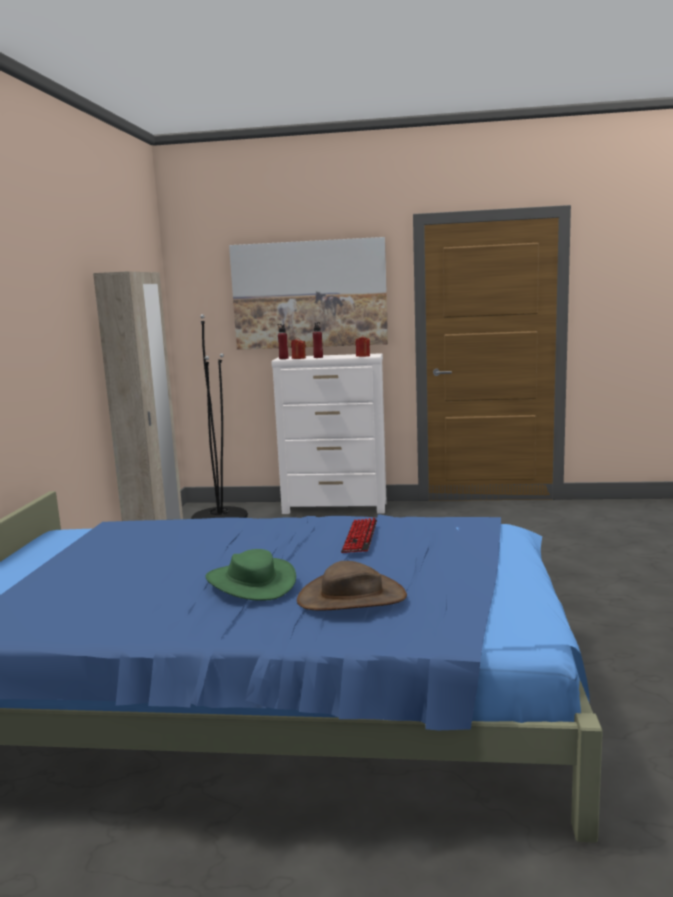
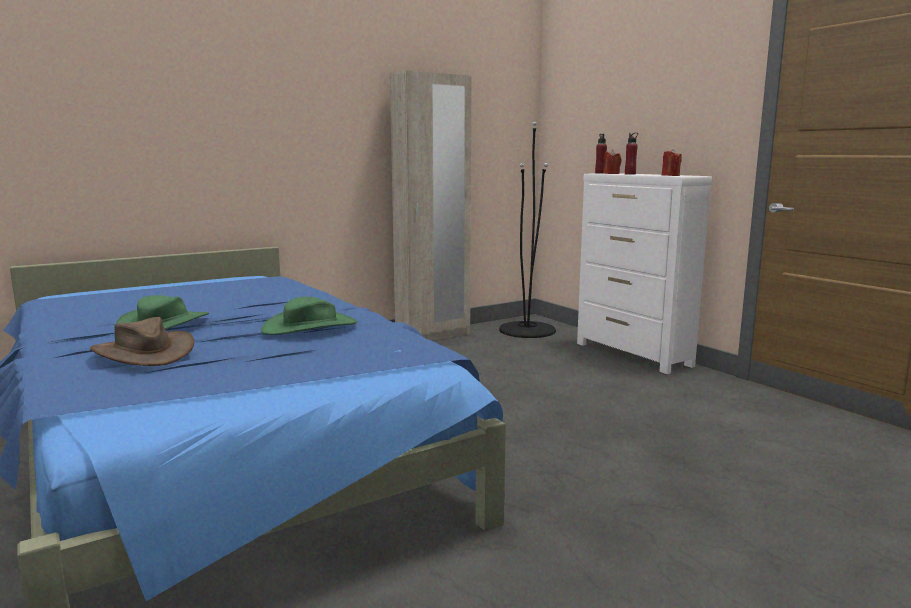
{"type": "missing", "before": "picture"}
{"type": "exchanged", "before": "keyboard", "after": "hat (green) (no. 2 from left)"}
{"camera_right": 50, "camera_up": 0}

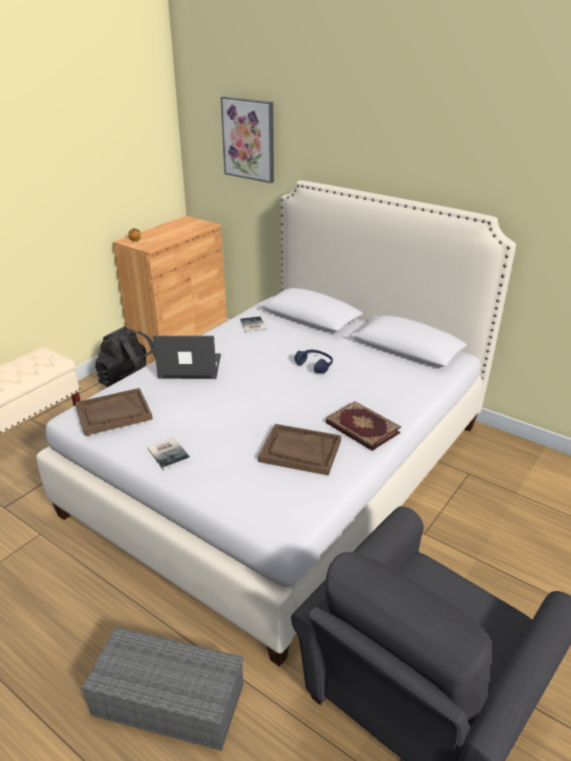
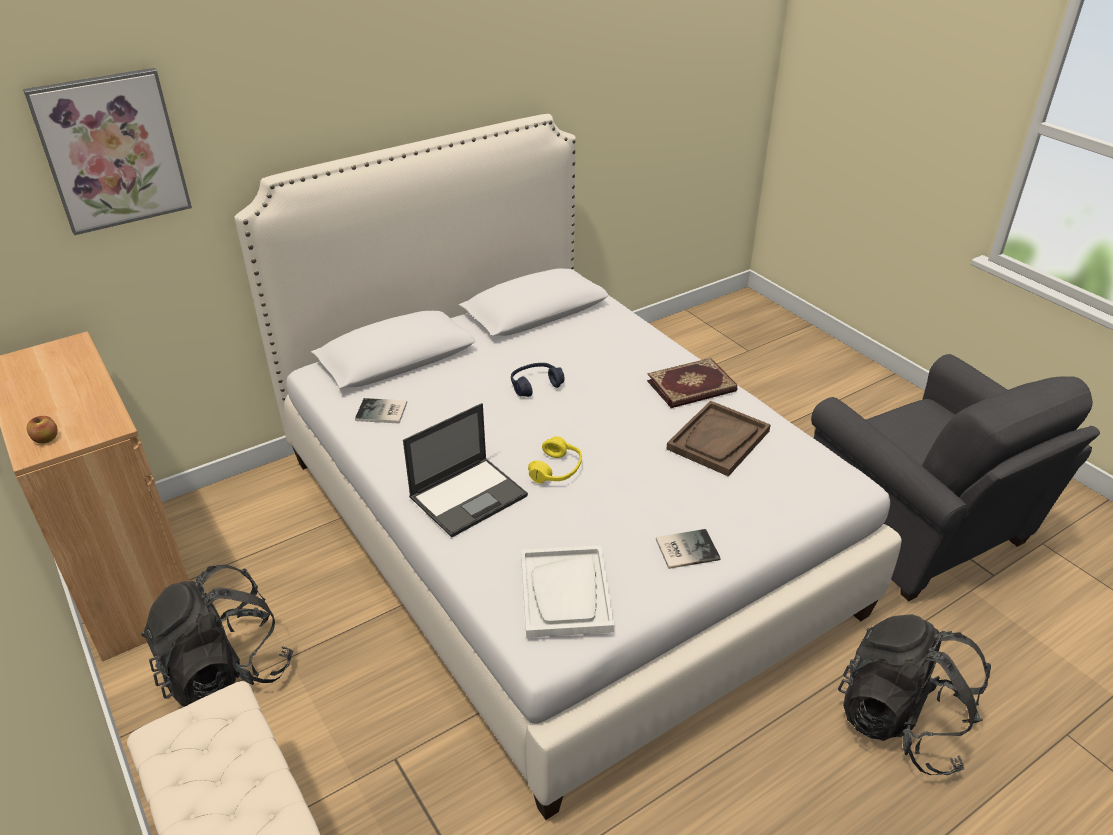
{"type": "appeared", "after": "headphones (yellow)"}
{"type": "exchanged", "before": "storage box (grey)", "after": "backpack (black) (no. 2 from left)"}
{"type": "colour", "before": "tray (brown) (no. 1 from left)", "after": "tray (white)"}
{"type": "spun", "before": "laptop", "turn": -150}
{"camera_right": -70, "camera_up": 5}

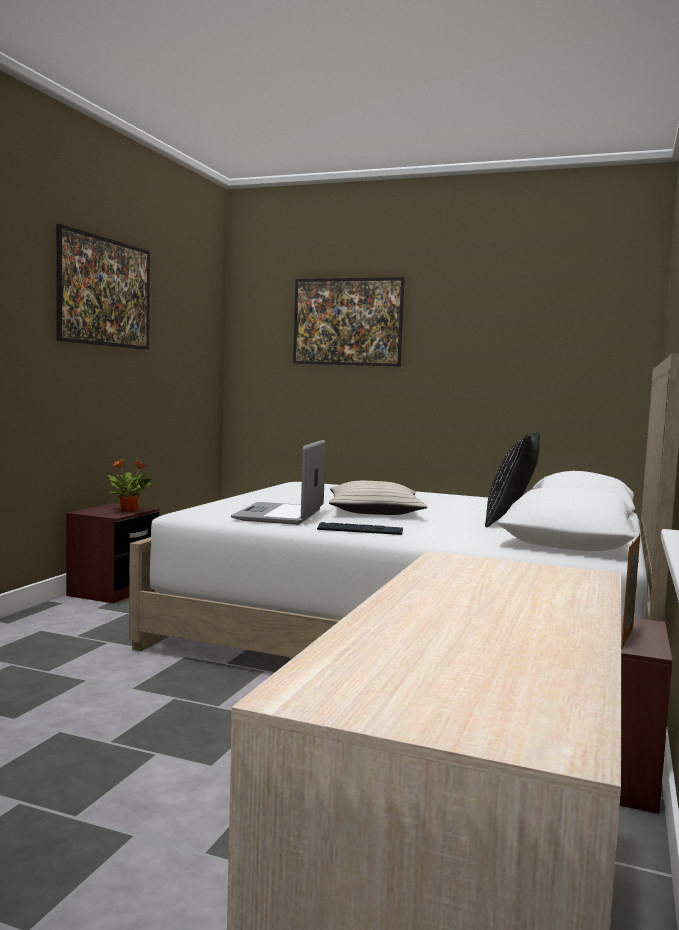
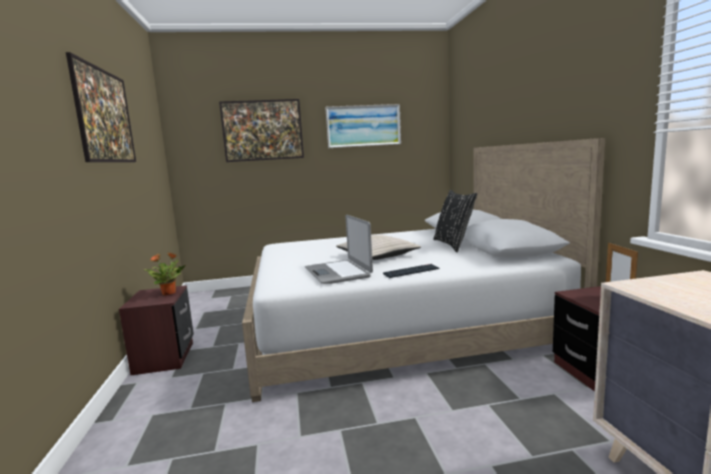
{"type": "appeared", "after": "picture (no. 3 from left)"}
{"camera_right": -30, "camera_up": 5}

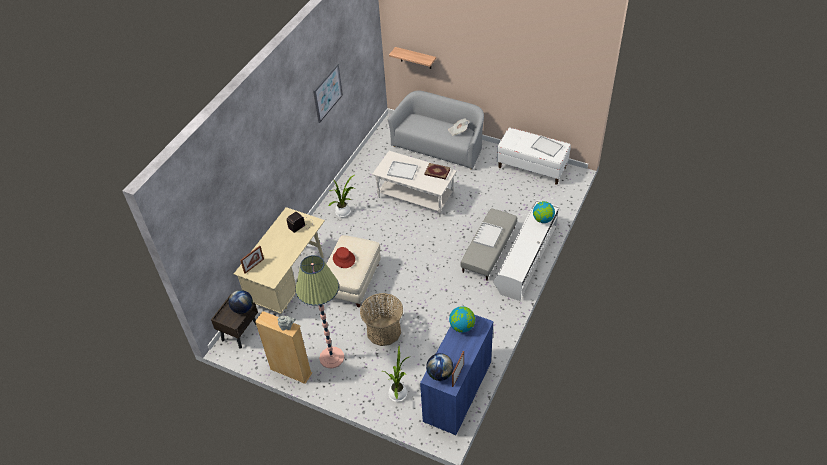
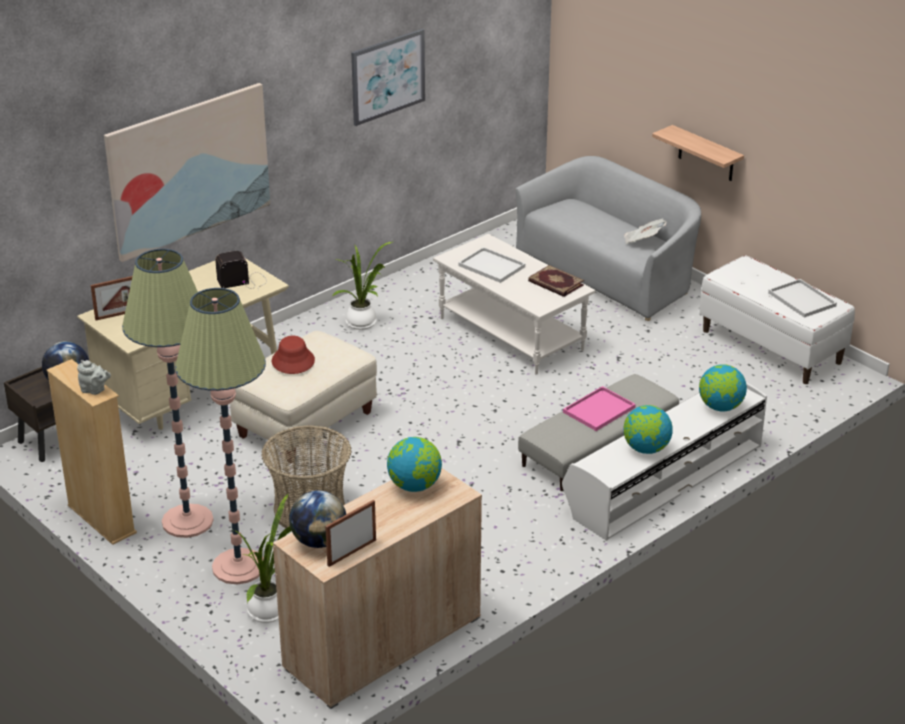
{"type": "appeared", "after": "picture (no. 1 from left)"}
{"type": "appeared", "after": "floor lamp (no. 2 from left)"}
{"type": "appeared", "after": "globe (no. 4 from left)"}
{"type": "relocated", "before": "shelf"}
{"type": "colour", "before": "cabinet (blue)", "after": "cabinet (beige)"}
{"type": "colour", "before": "tray (white) (no. 2 from left)", "after": "tray (pink)"}
{"camera_right": 20, "camera_up": -15}

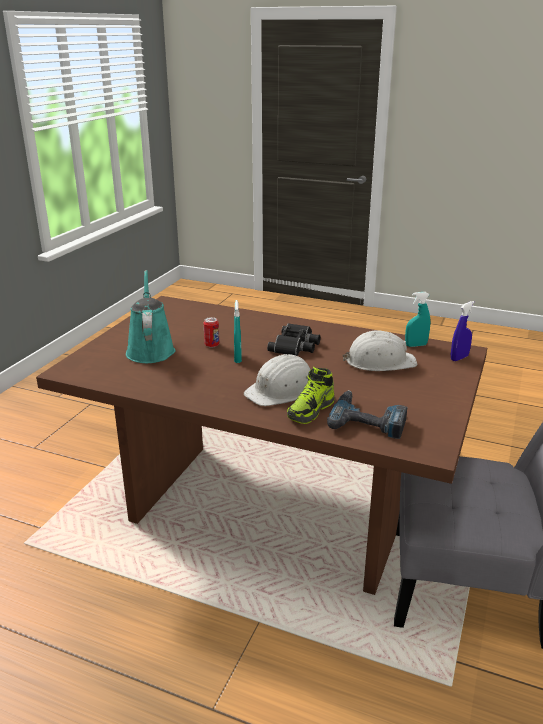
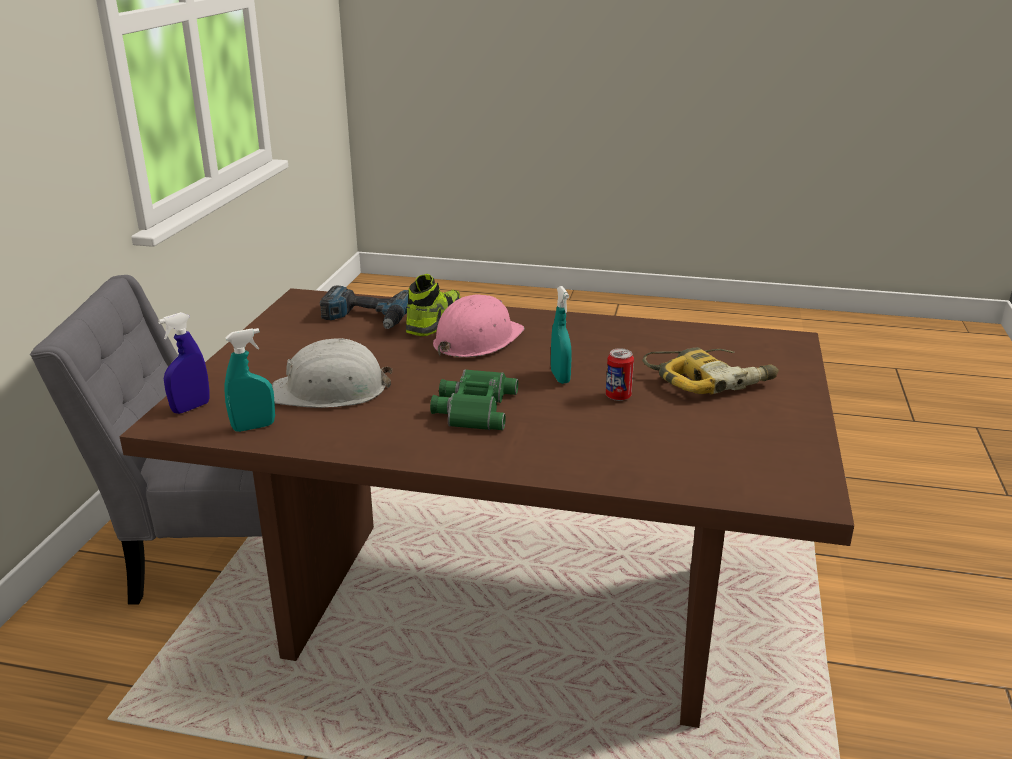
{"type": "exchanged", "before": "watering can (turquoise)", "after": "power drill (no. 2 from left)"}
{"type": "colour", "before": "hard hat (white) (no. 1 from left)", "after": "hard hat (pink)"}
{"type": "colour", "before": "binoculars (black)", "after": "binoculars (green)"}
{"camera_right": 170, "camera_up": 0}

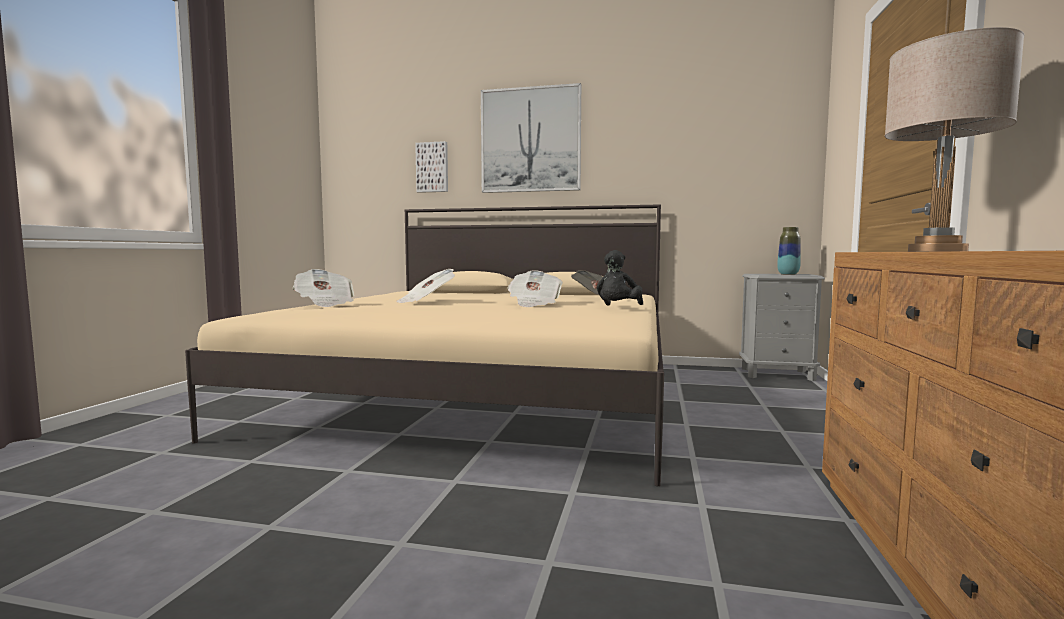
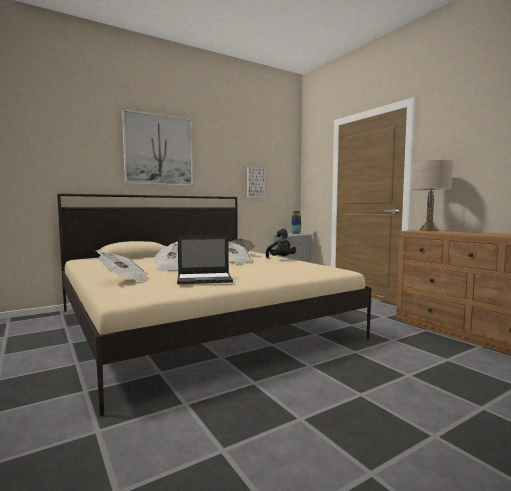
{"type": "appeared", "after": "laptop"}
{"type": "relocated", "before": "picture (no. 1 from left in the first image)", "after": "picture (no. 2 from left)"}
{"camera_right": -45, "camera_up": 0}

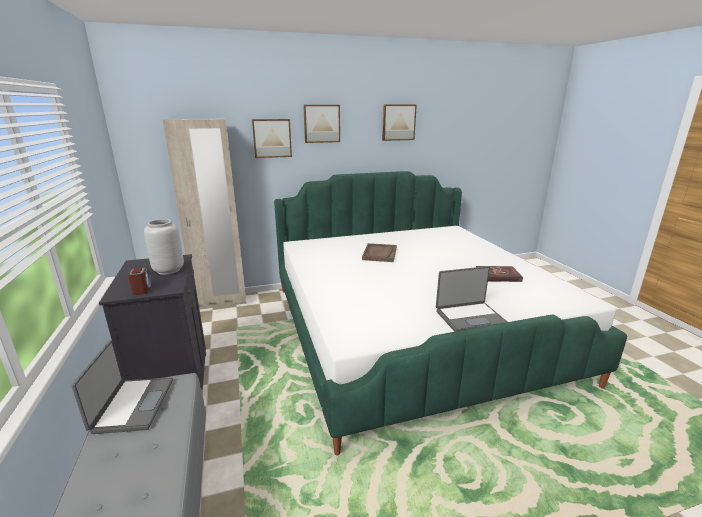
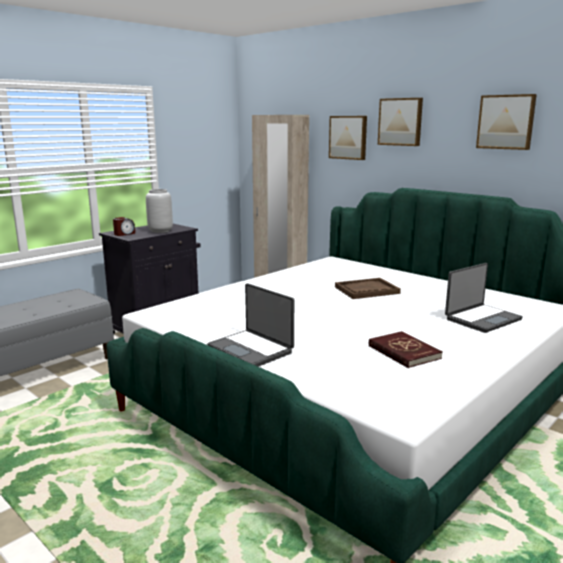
{"type": "relocated", "before": "laptop (no. 1 from left in the first image)", "after": "laptop (no. 2 from left)"}
{"camera_right": 60, "camera_up": -5}

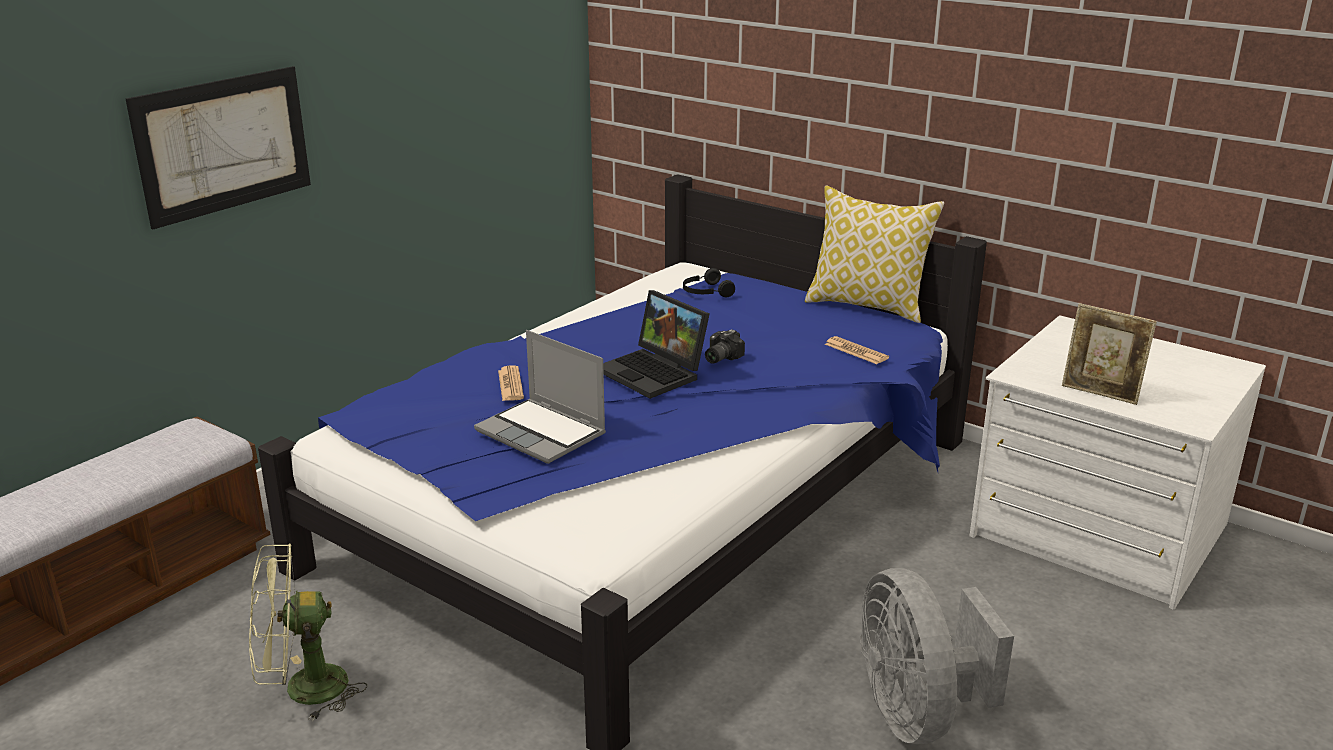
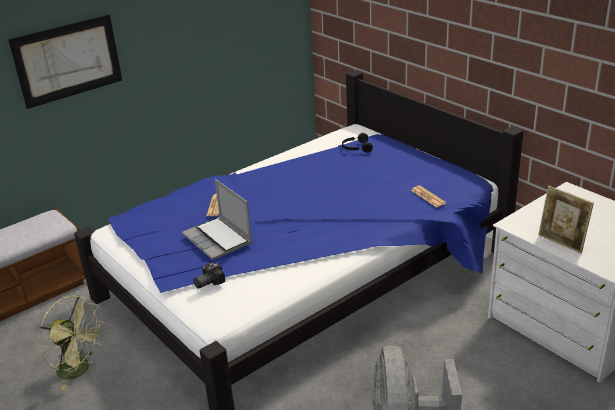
{"type": "missing", "before": "laptop (no. 2 from left)"}
{"type": "missing", "before": "pillow"}
{"type": "relocated", "before": "photo camera"}
{"type": "spun", "before": "fan (green)", "turn": -150}
{"camera_right": 15, "camera_up": 5}

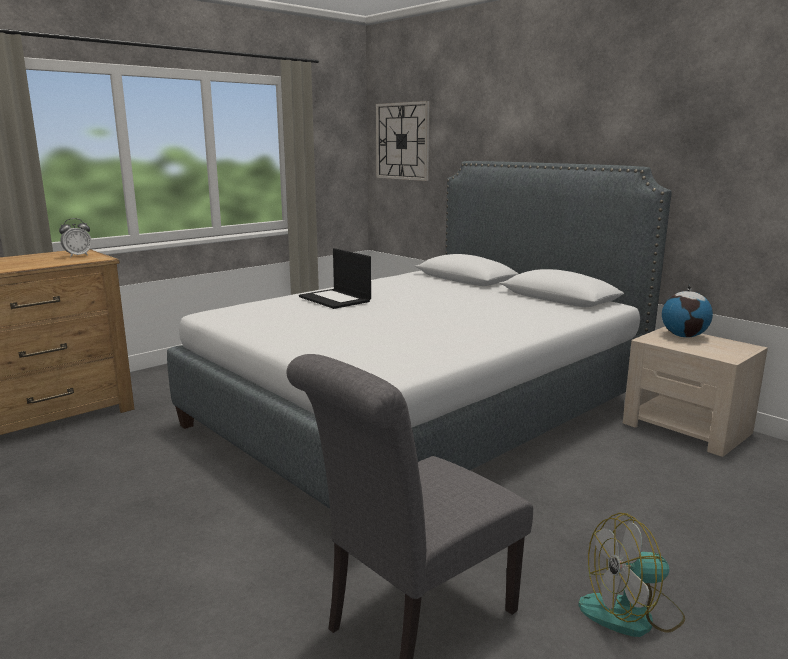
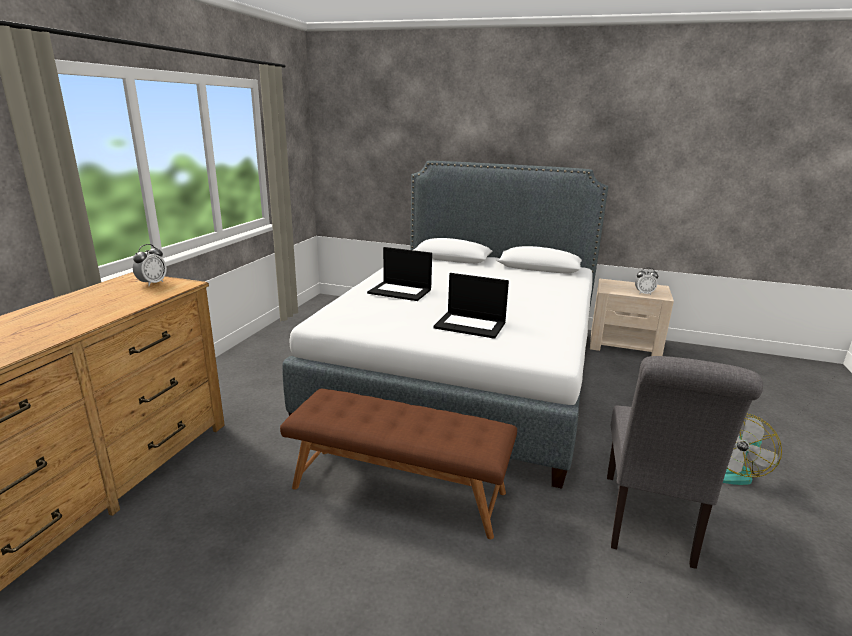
{"type": "missing", "before": "wall clock"}
{"type": "missing", "before": "globe"}
{"type": "appeared", "after": "bench (brown)"}
{"type": "appeared", "after": "laptop (no. 2 from left)"}
{"type": "appeared", "after": "alarm clock (no. 2 from left)"}
{"camera_right": -30, "camera_up": 5}

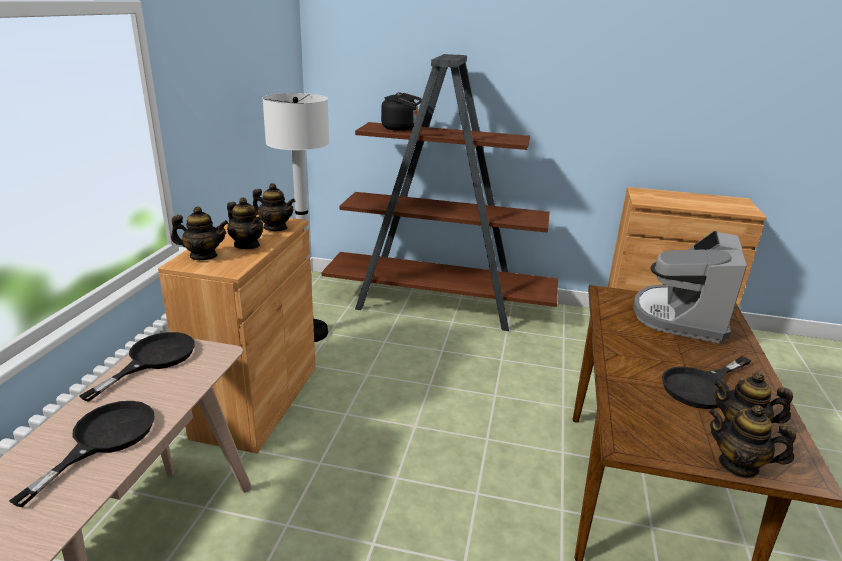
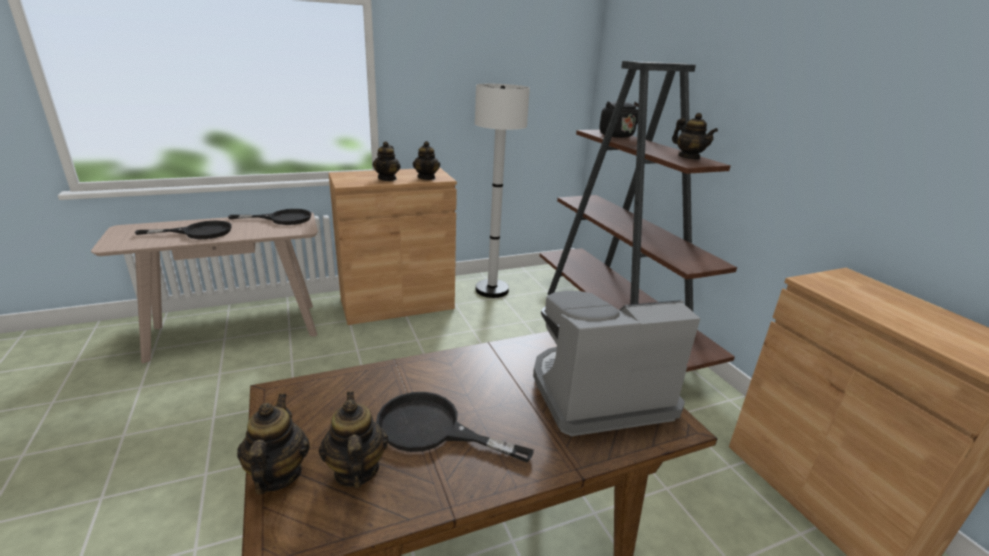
{"type": "relocated", "before": "teapot (no. 1 from left in the first image)", "after": "teapot (no. 5 from left)"}
{"camera_right": 55, "camera_up": 0}

